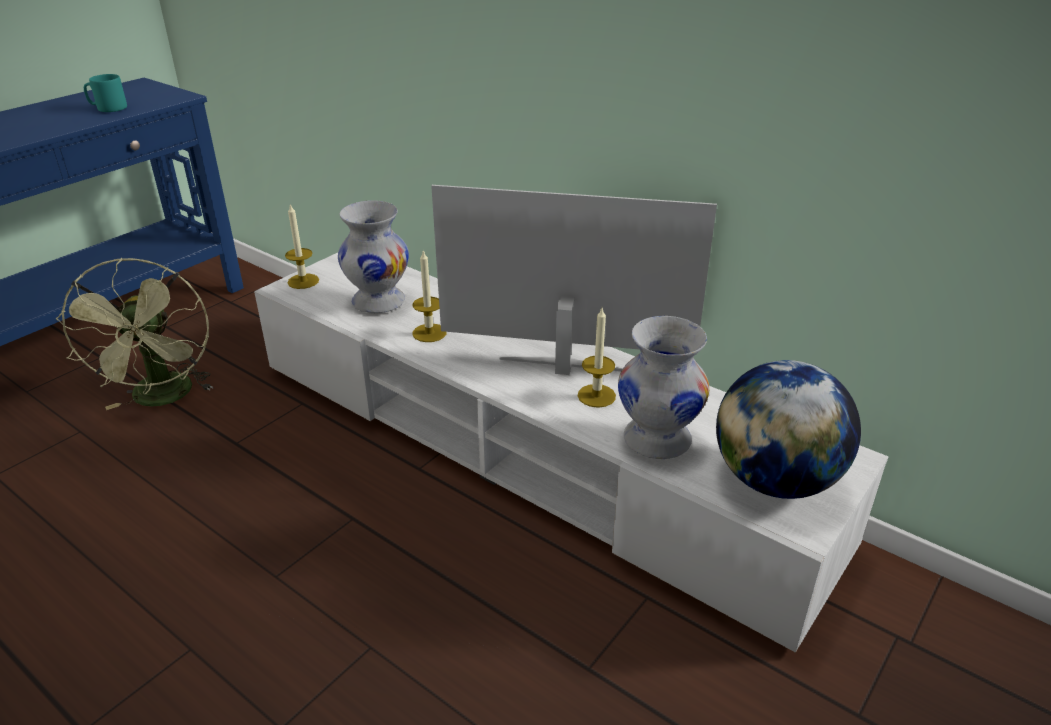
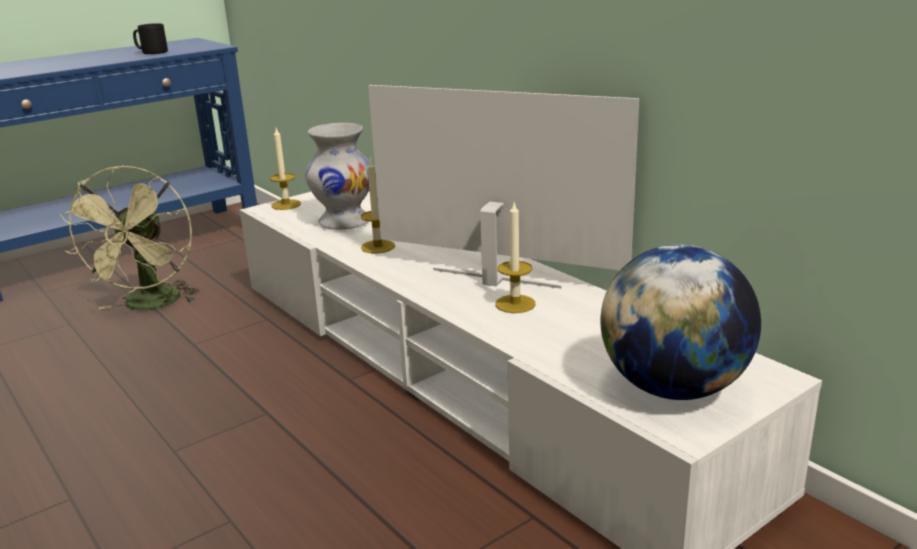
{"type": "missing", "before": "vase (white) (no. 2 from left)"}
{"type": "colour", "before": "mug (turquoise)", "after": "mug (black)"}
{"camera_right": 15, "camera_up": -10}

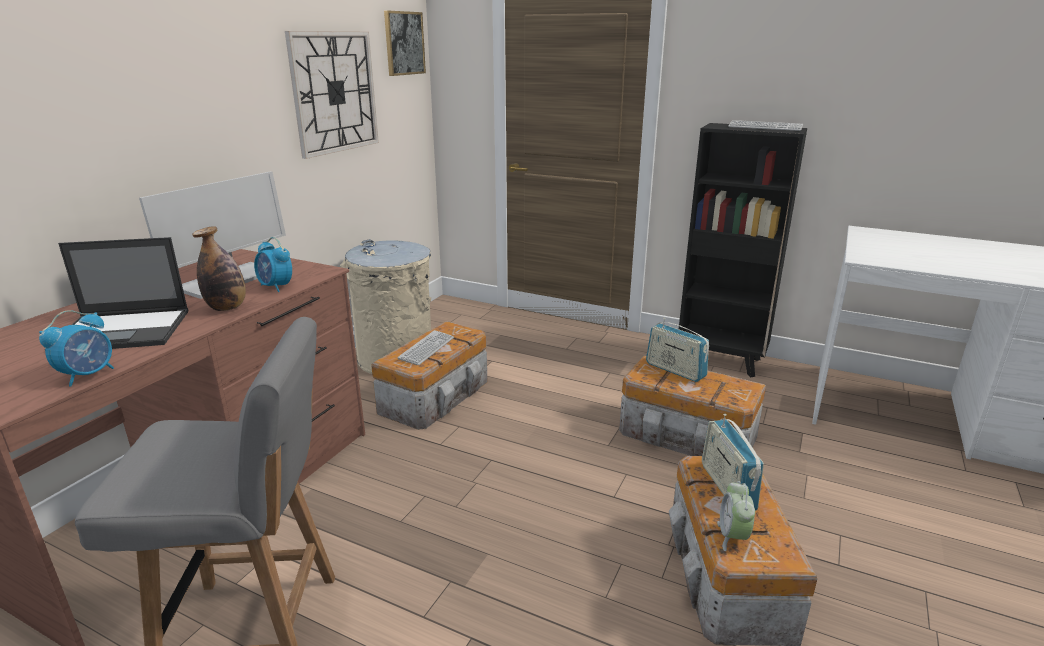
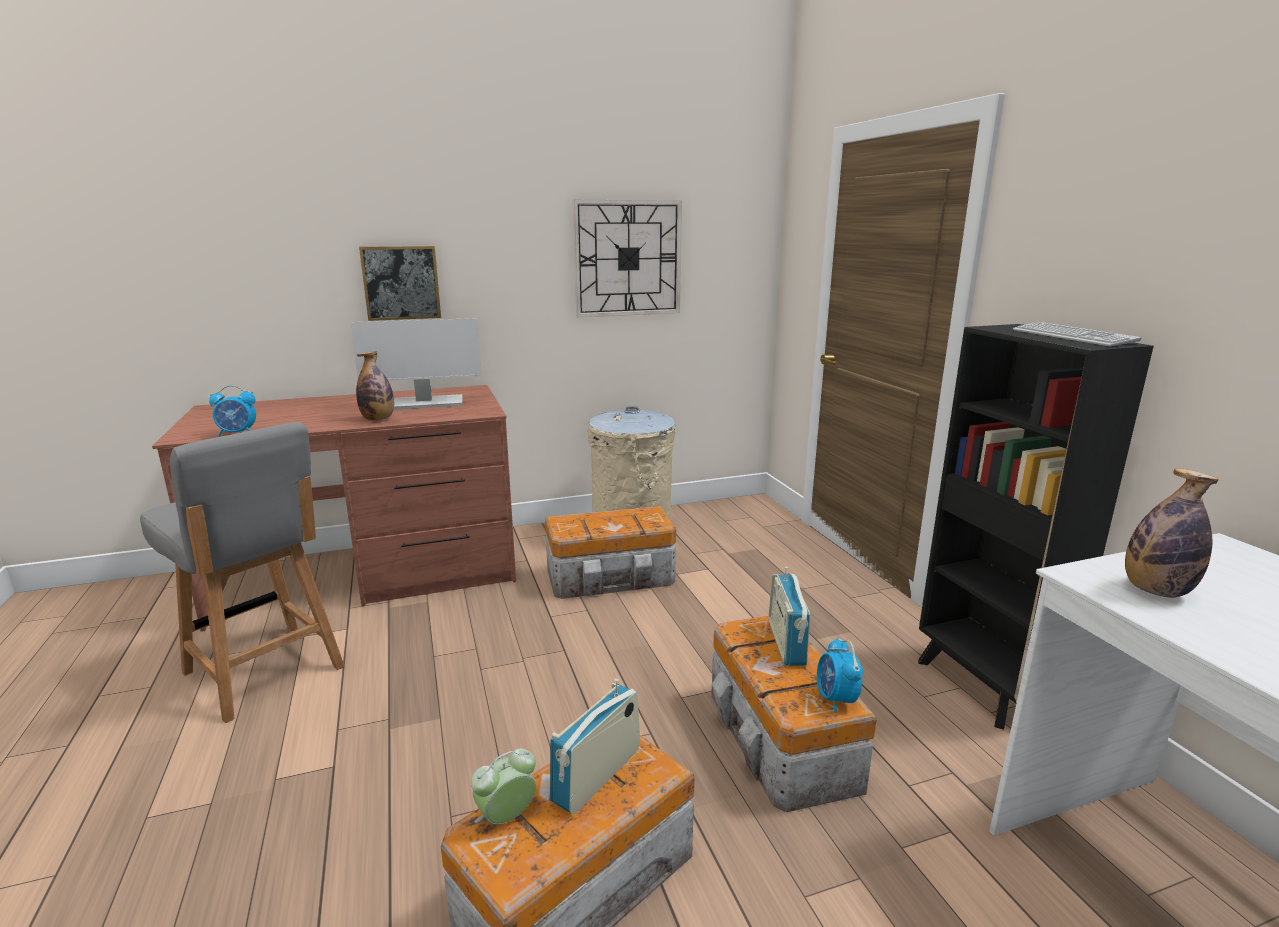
{"type": "missing", "before": "laptop"}
{"type": "missing", "before": "keyboard (no. 1 from left)"}
{"type": "appeared", "after": "bottle (no. 2 from left)"}
{"type": "relocated", "before": "alarm clock (no. 2 from left in the first image)", "after": "alarm clock (no. 3 from left)"}
{"type": "relocated", "before": "picture"}
{"camera_right": 45, "camera_up": -5}

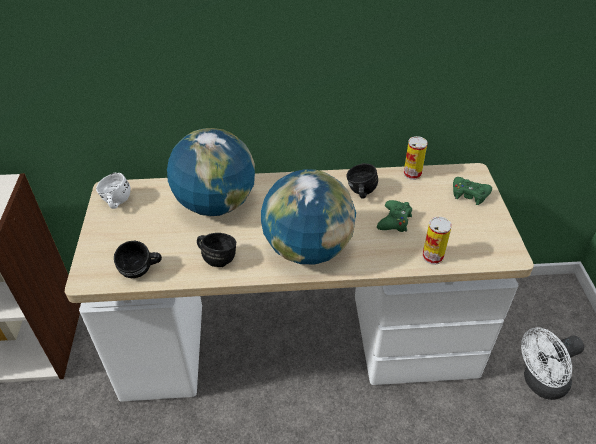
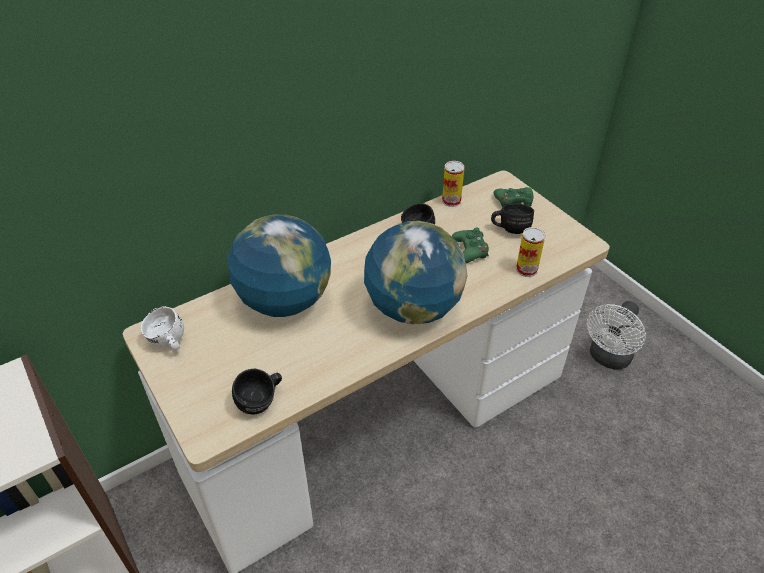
{"type": "relocated", "before": "mug (black) (no. 2 from left in the first image)", "after": "mug (black) (no. 3 from left)"}
{"camera_right": -30, "camera_up": 0}

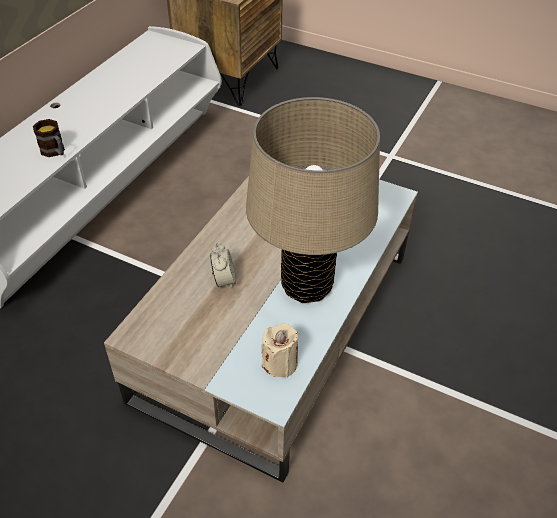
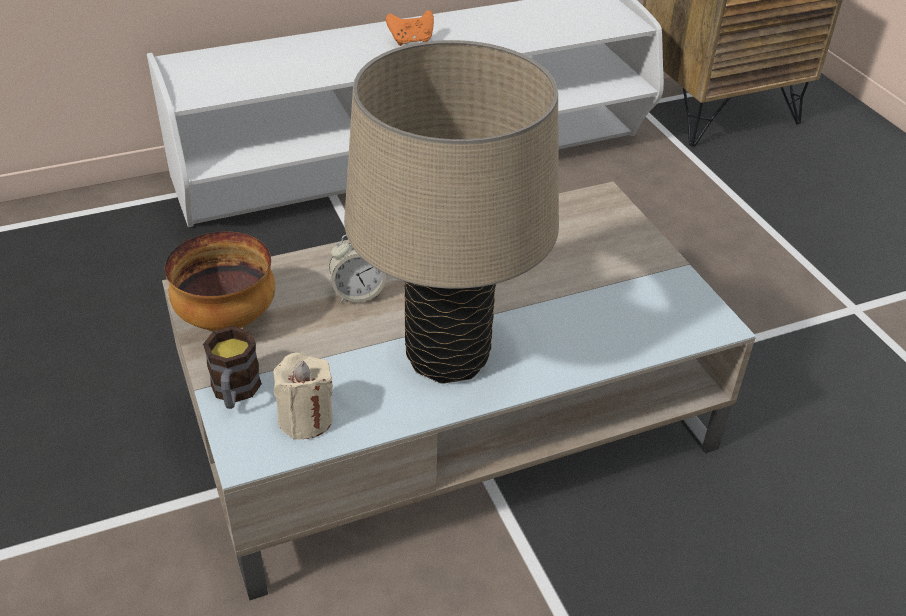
{"type": "appeared", "after": "bowl"}
{"type": "appeared", "after": "game controller (orange)"}
{"type": "relocated", "before": "mug"}
{"type": "spun", "before": "alarm clock", "turn": 45}
{"camera_right": 40, "camera_up": -5}

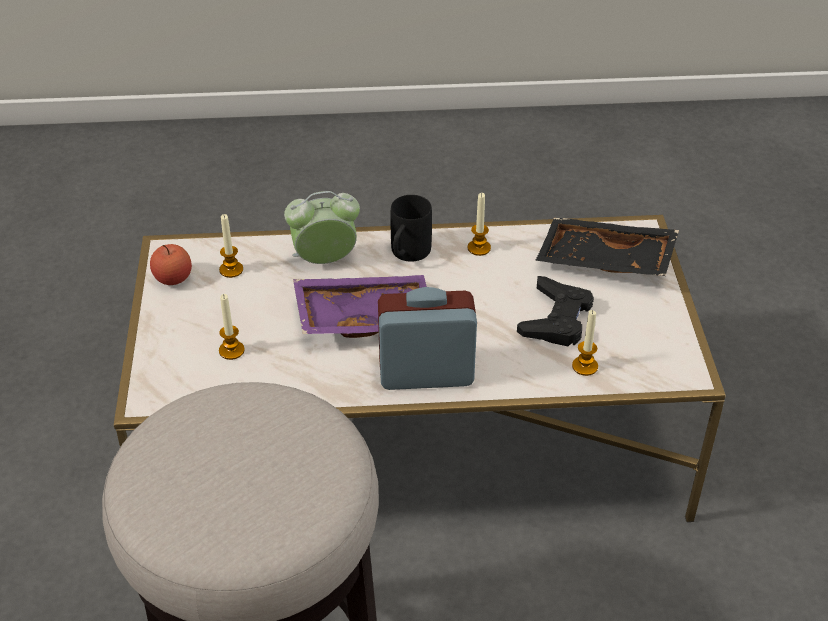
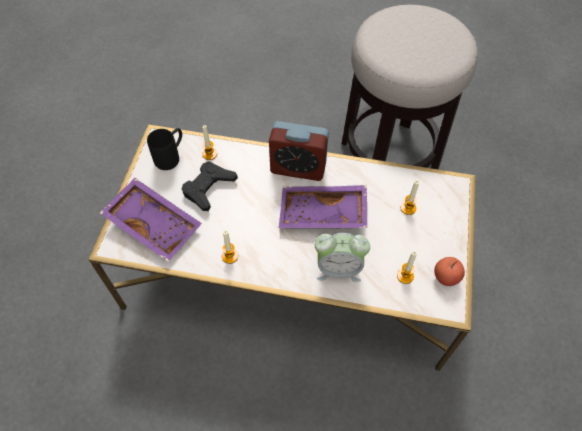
{"type": "relocated", "before": "mug (black)"}
{"type": "colour", "before": "tray (black)", "after": "tray (purple) (no. 1 from left)"}
{"camera_right": -165, "camera_up": 15}

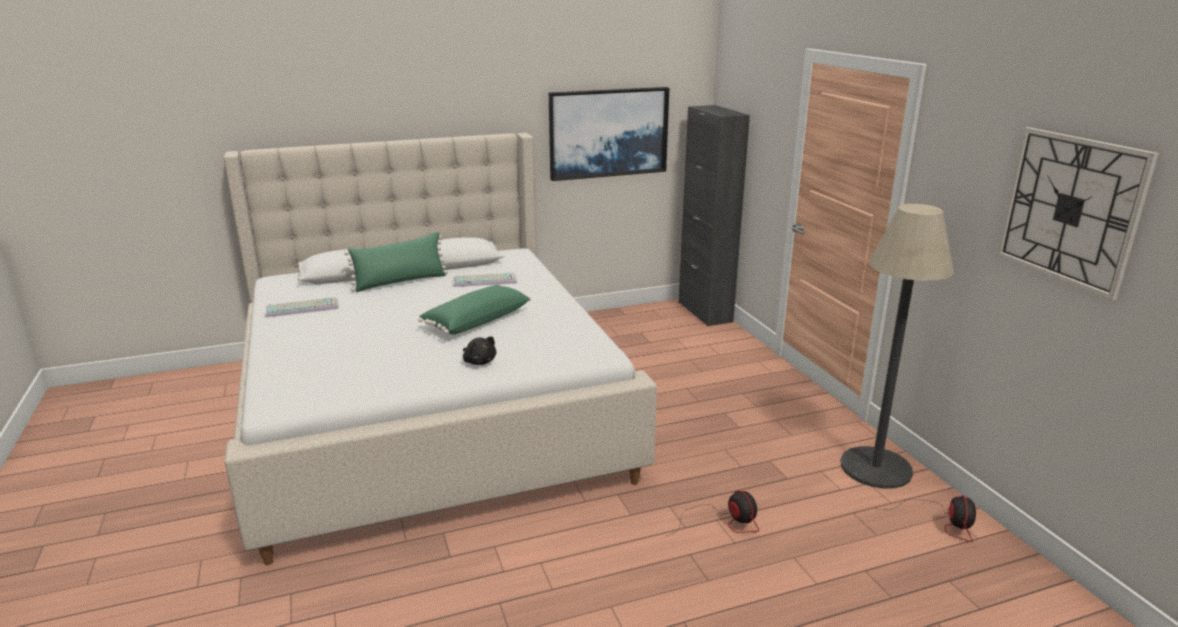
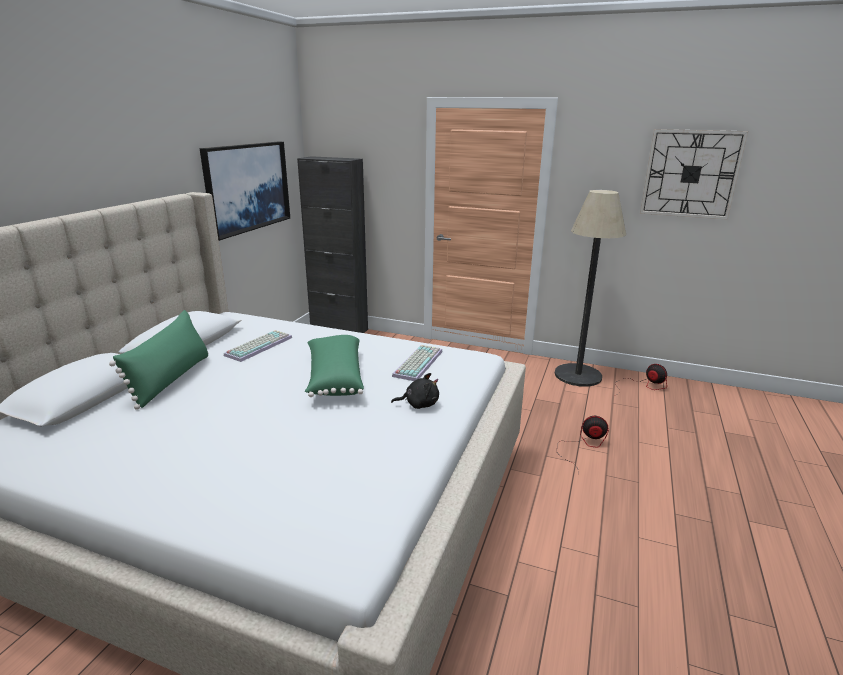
{"type": "relocated", "before": "keyboard (no. 1 from left in the first image)", "after": "keyboard (no. 2 from left)"}
{"camera_right": -50, "camera_up": 0}

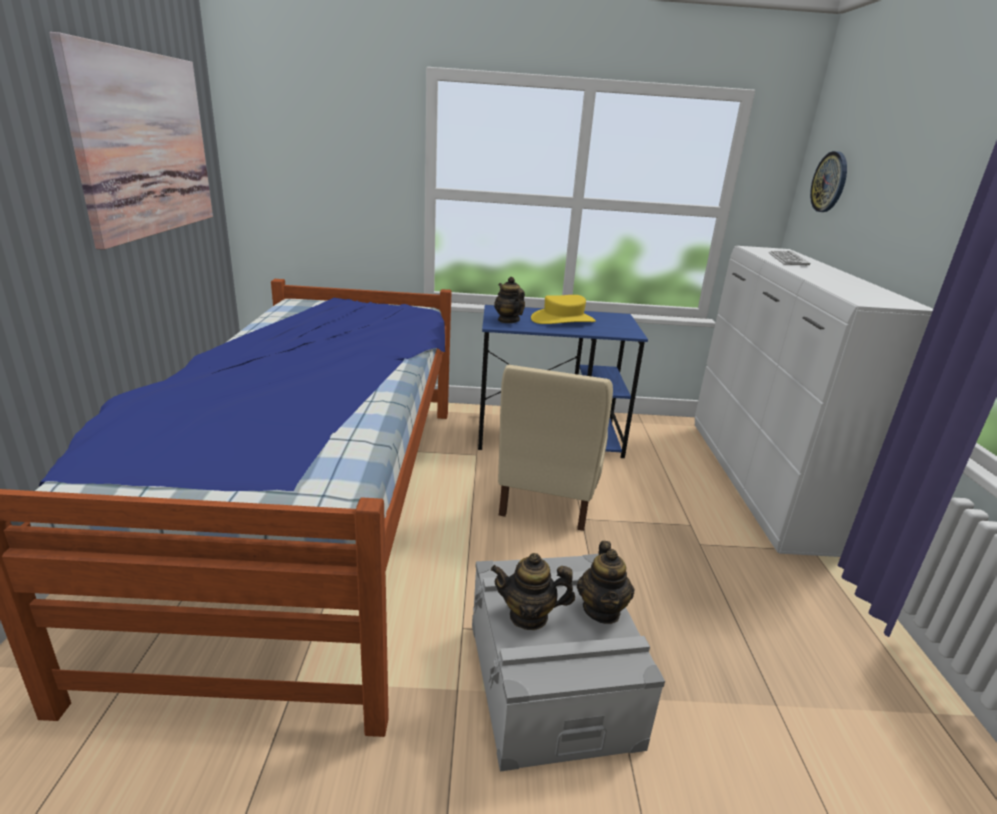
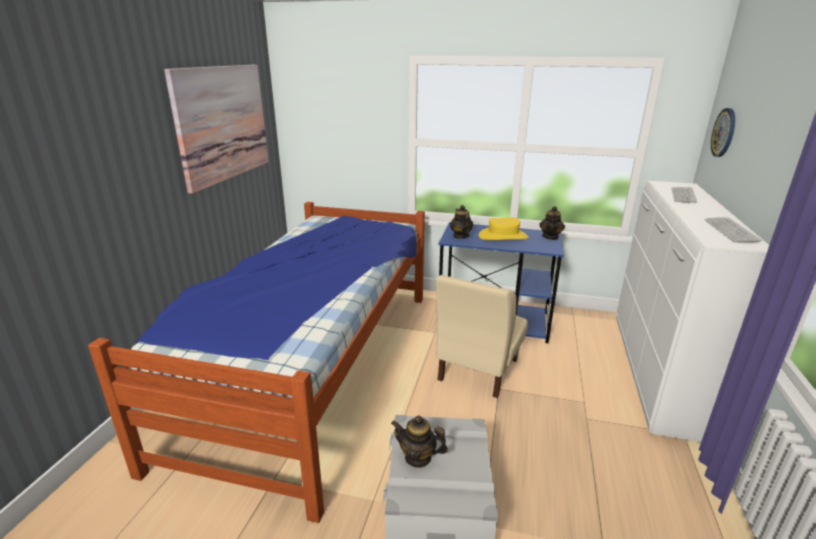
{"type": "appeared", "after": "keyboard (no. 2 from left)"}
{"type": "relocated", "before": "teapot (no. 3 from left)"}
{"camera_right": 15, "camera_up": 0}

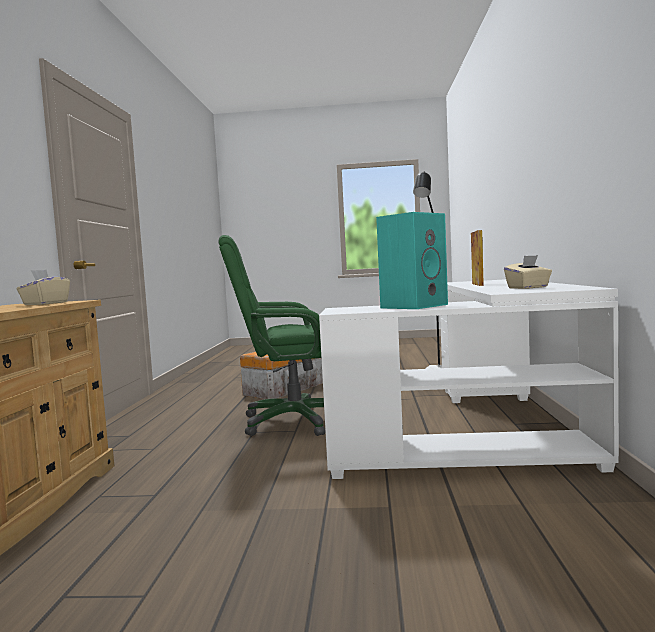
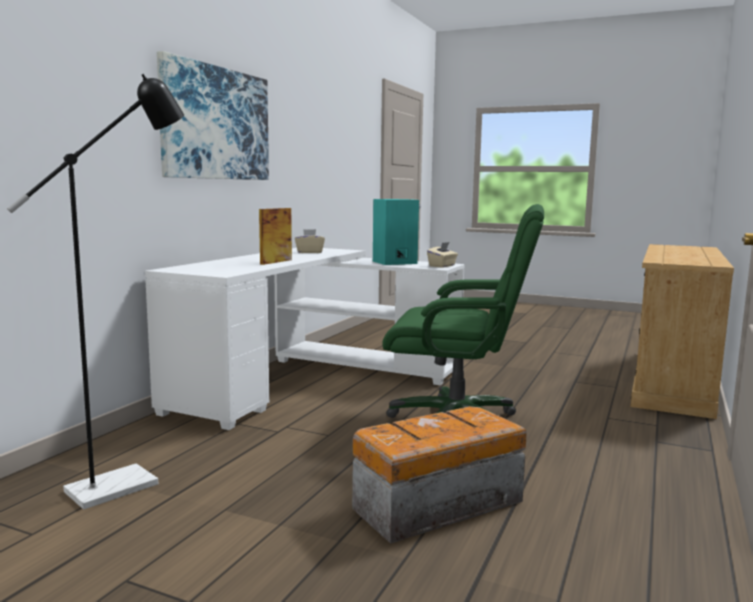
{"type": "appeared", "after": "picture"}
{"type": "relocated", "before": "tissue box (beige) (no. 1 from left in the first image)", "after": "tissue box (beige) (no. 2 from left)"}
{"camera_right": -160, "camera_up": 5}

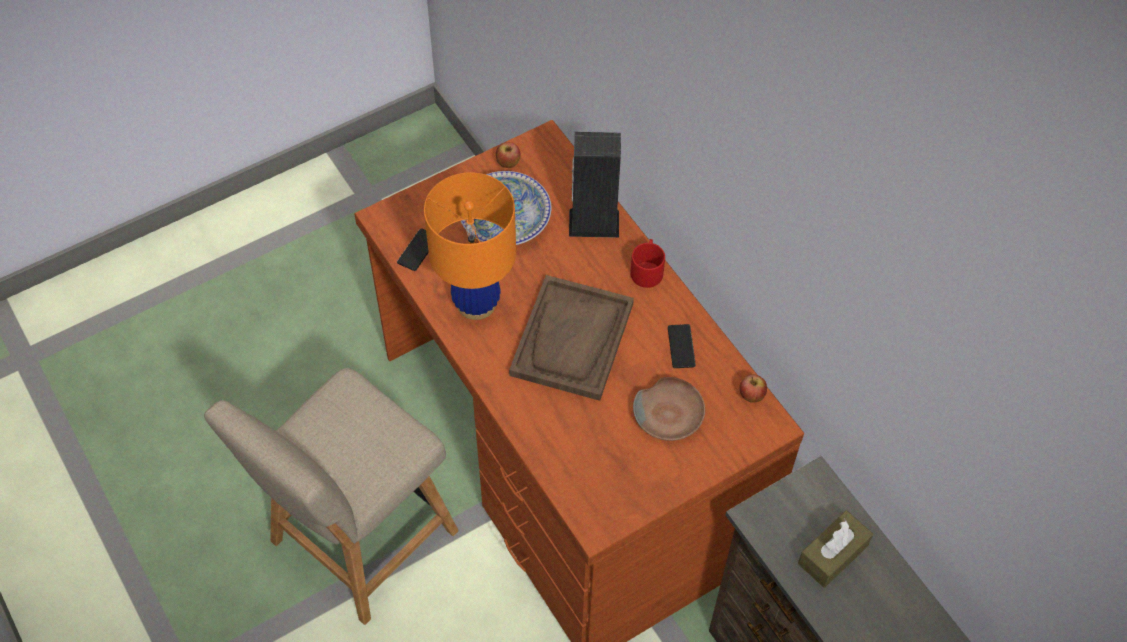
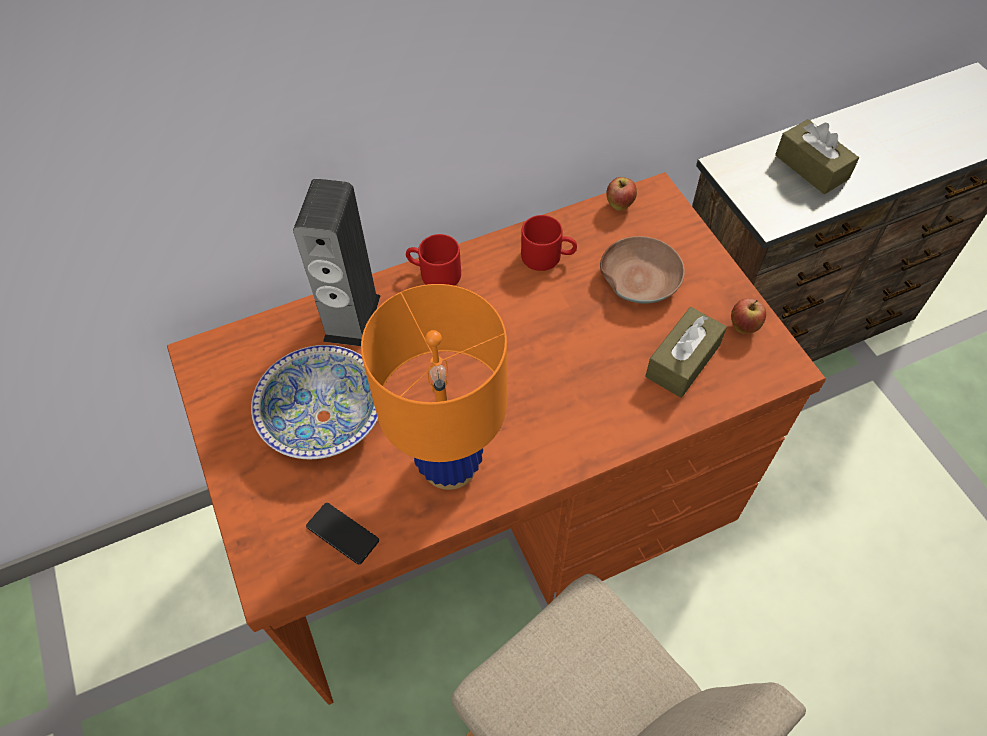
{"type": "missing", "before": "tray (brown)"}
{"type": "appeared", "after": "tissue box (brown) (no. 1 from left)"}
{"type": "relocated", "before": "apple (no. 1 from left in the first image)", "after": "apple (no. 2 from left)"}
{"type": "exchanged", "before": "phone (no. 2 from left)", "after": "mug (red) (no. 2 from left)"}
{"camera_right": -80, "camera_up": 0}

